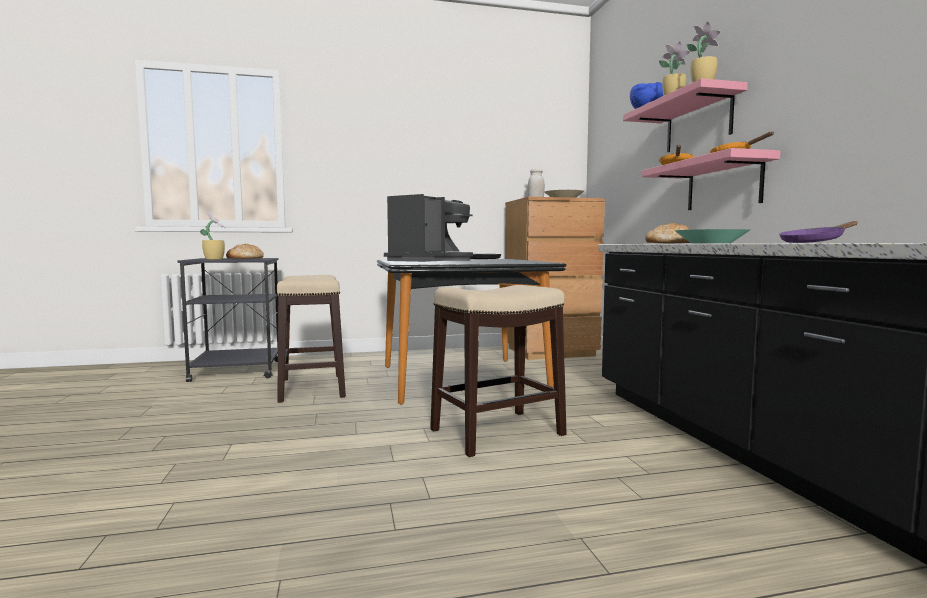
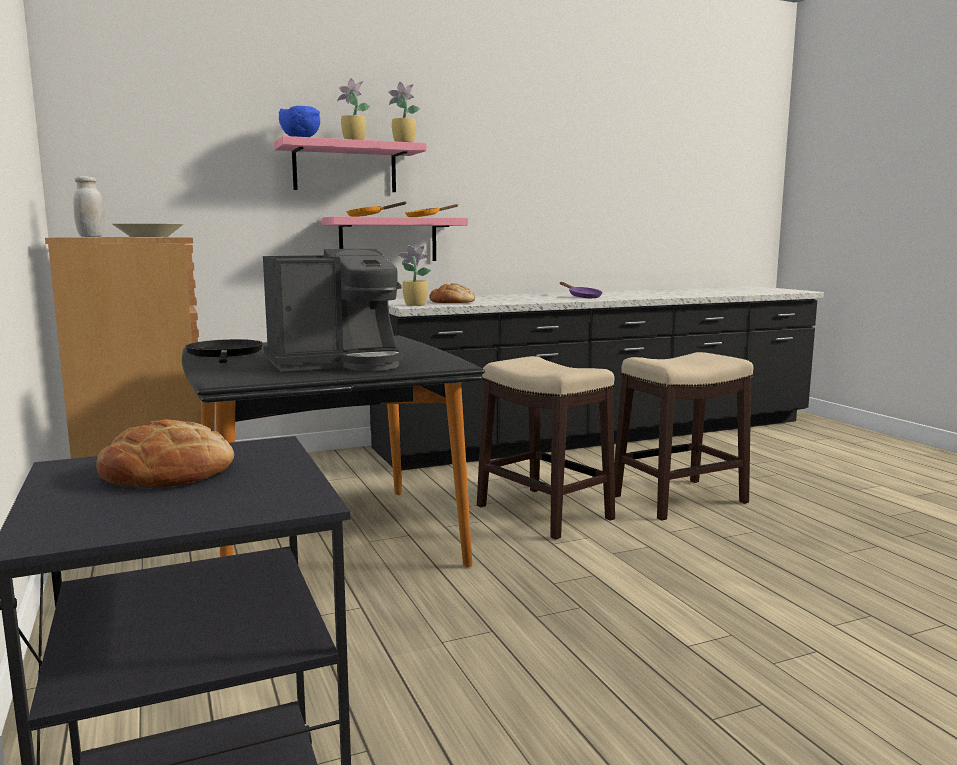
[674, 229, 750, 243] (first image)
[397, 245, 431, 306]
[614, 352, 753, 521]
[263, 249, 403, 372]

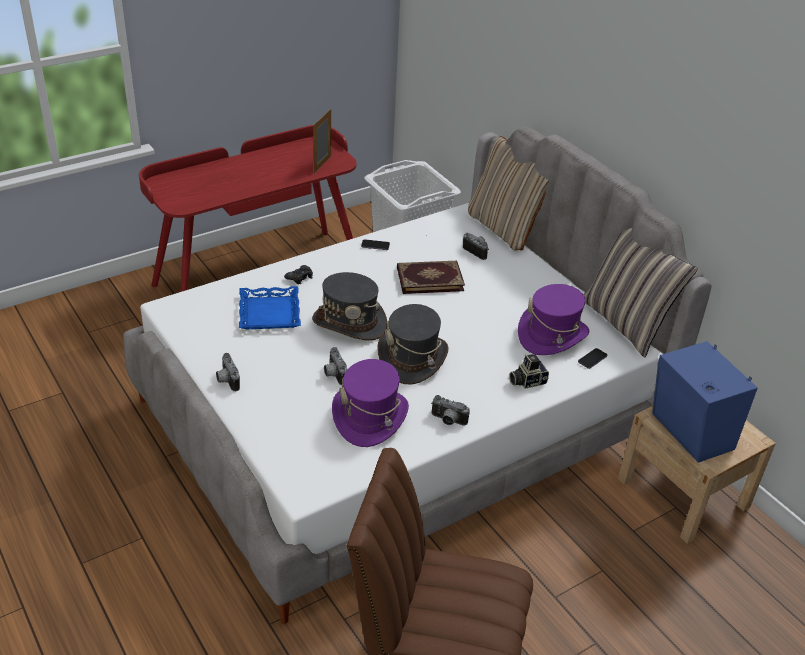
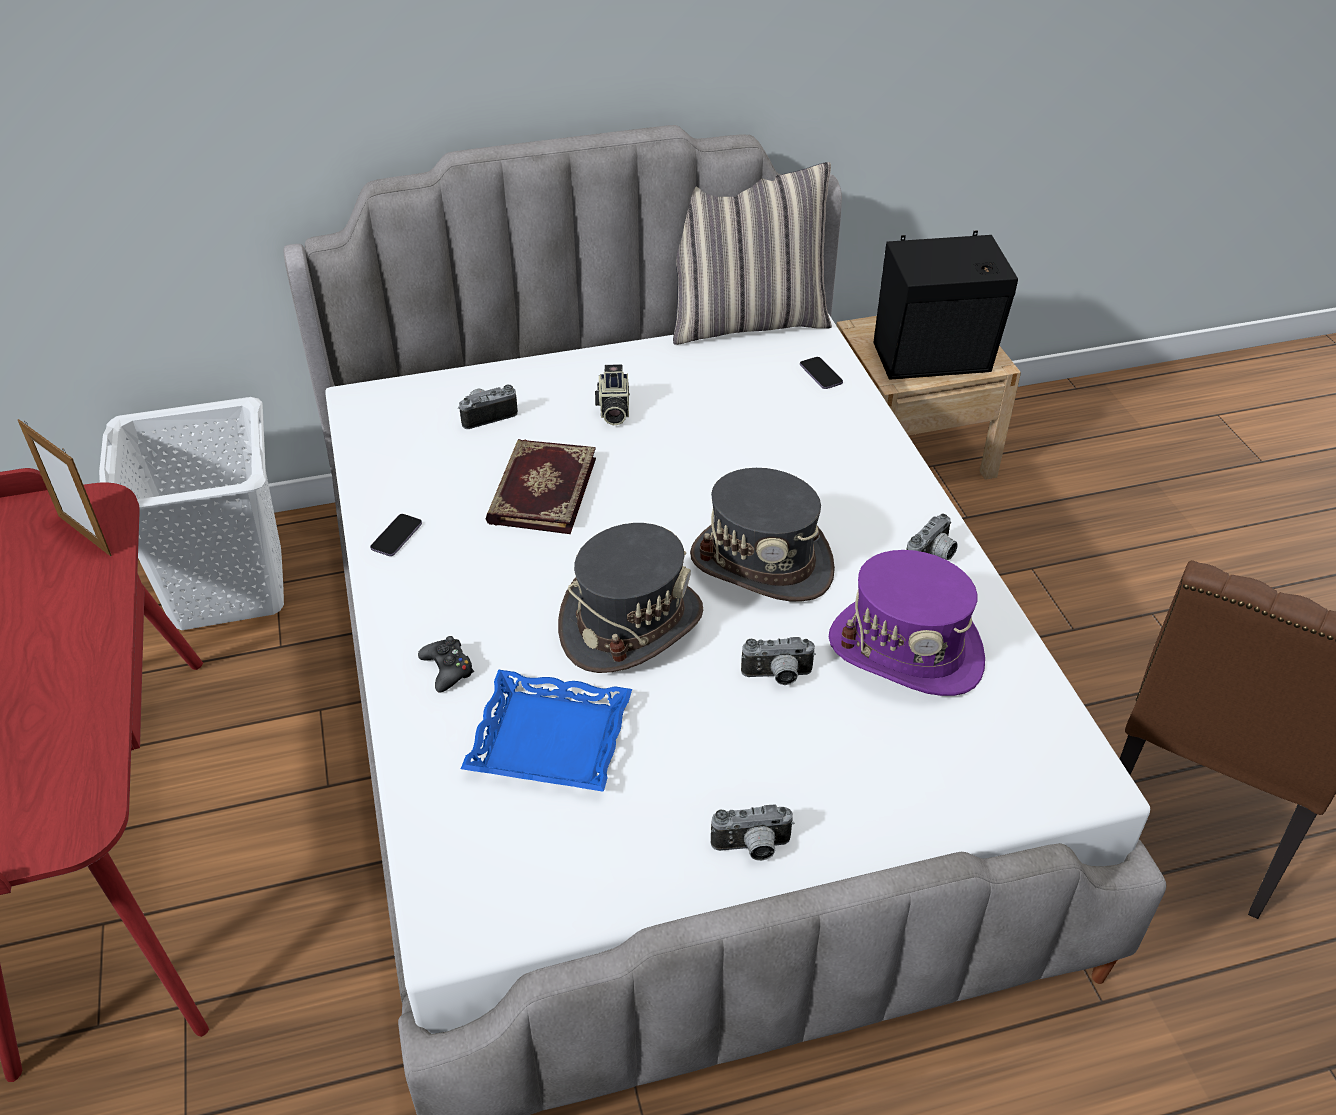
[468, 136, 550, 251] (first image)
[518, 284, 589, 355] (first image)
[595, 364, 630, 425]
[873, 230, 1018, 380]

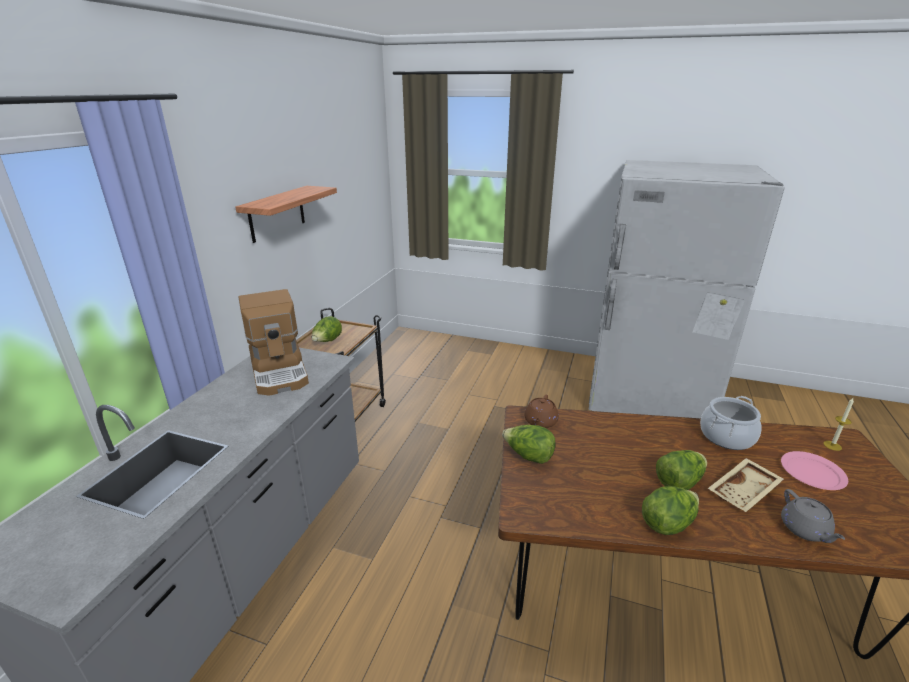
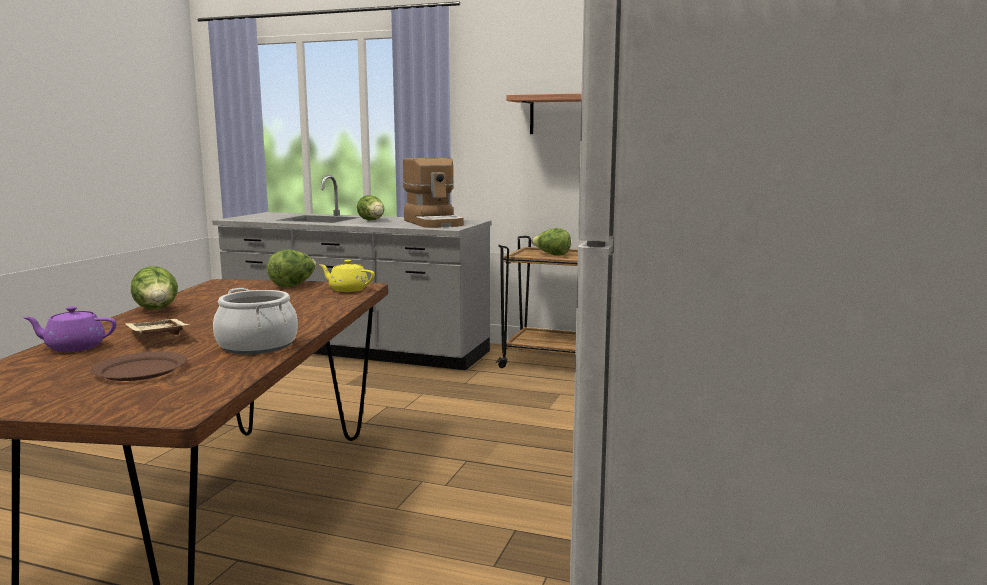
[824, 398, 854, 451] (first image)
[357, 195, 384, 221]
[320, 260, 375, 292]
[91, 352, 187, 381]
[22, 306, 117, 352]
[403, 158, 464, 228]

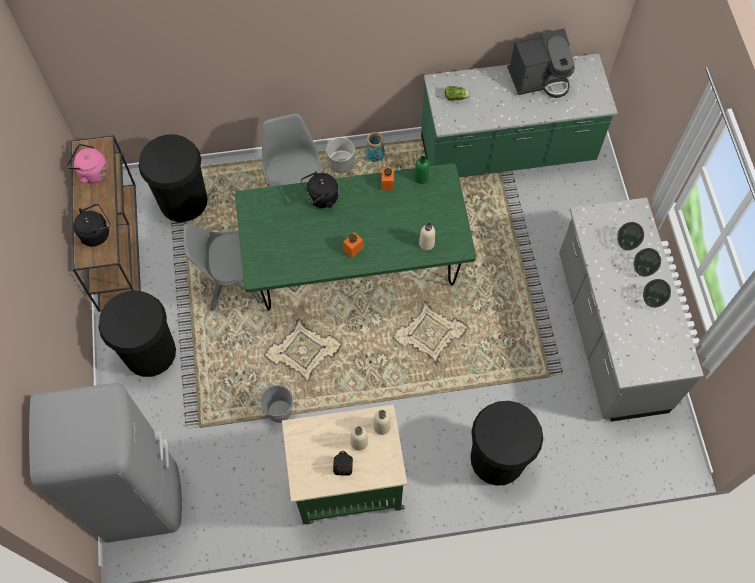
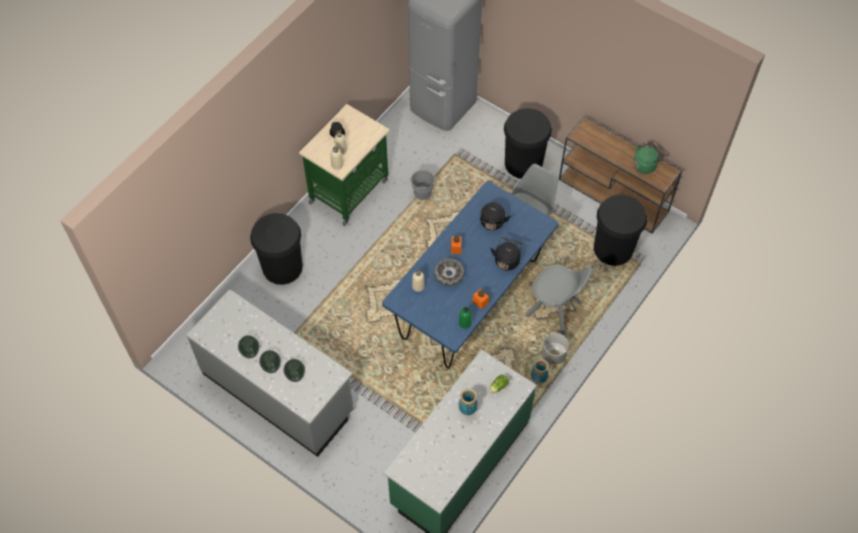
[507, 29, 575, 98] (first image)
[434, 258, 465, 286]
[459, 389, 478, 415]
[479, 202, 511, 230]
[633, 143, 664, 174]
[382, 181, 558, 369]

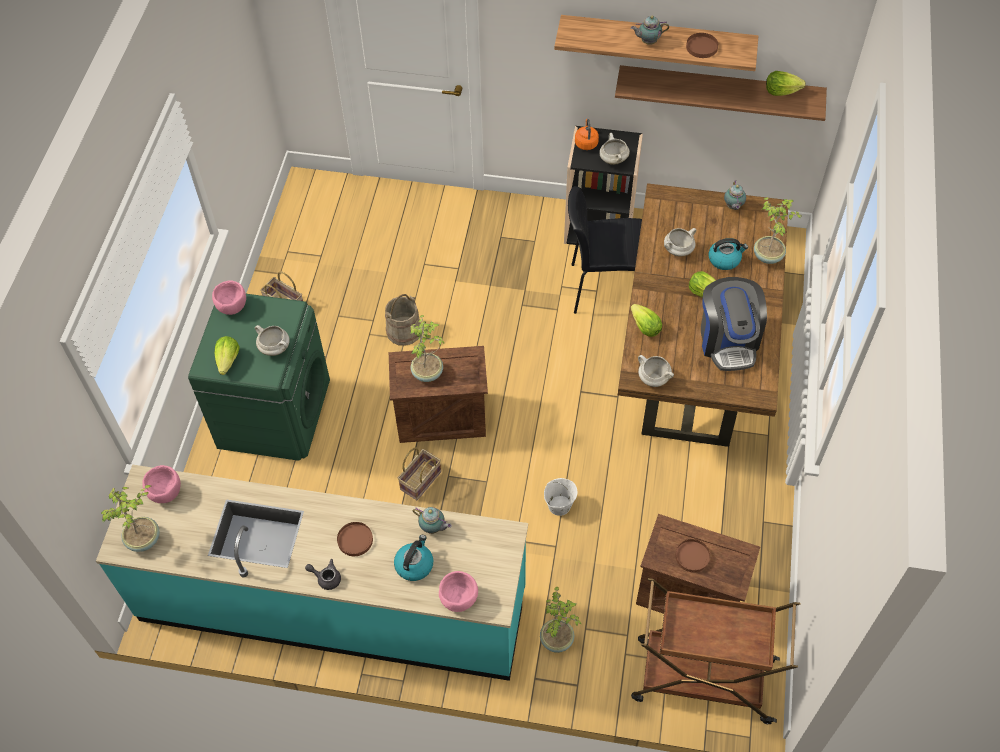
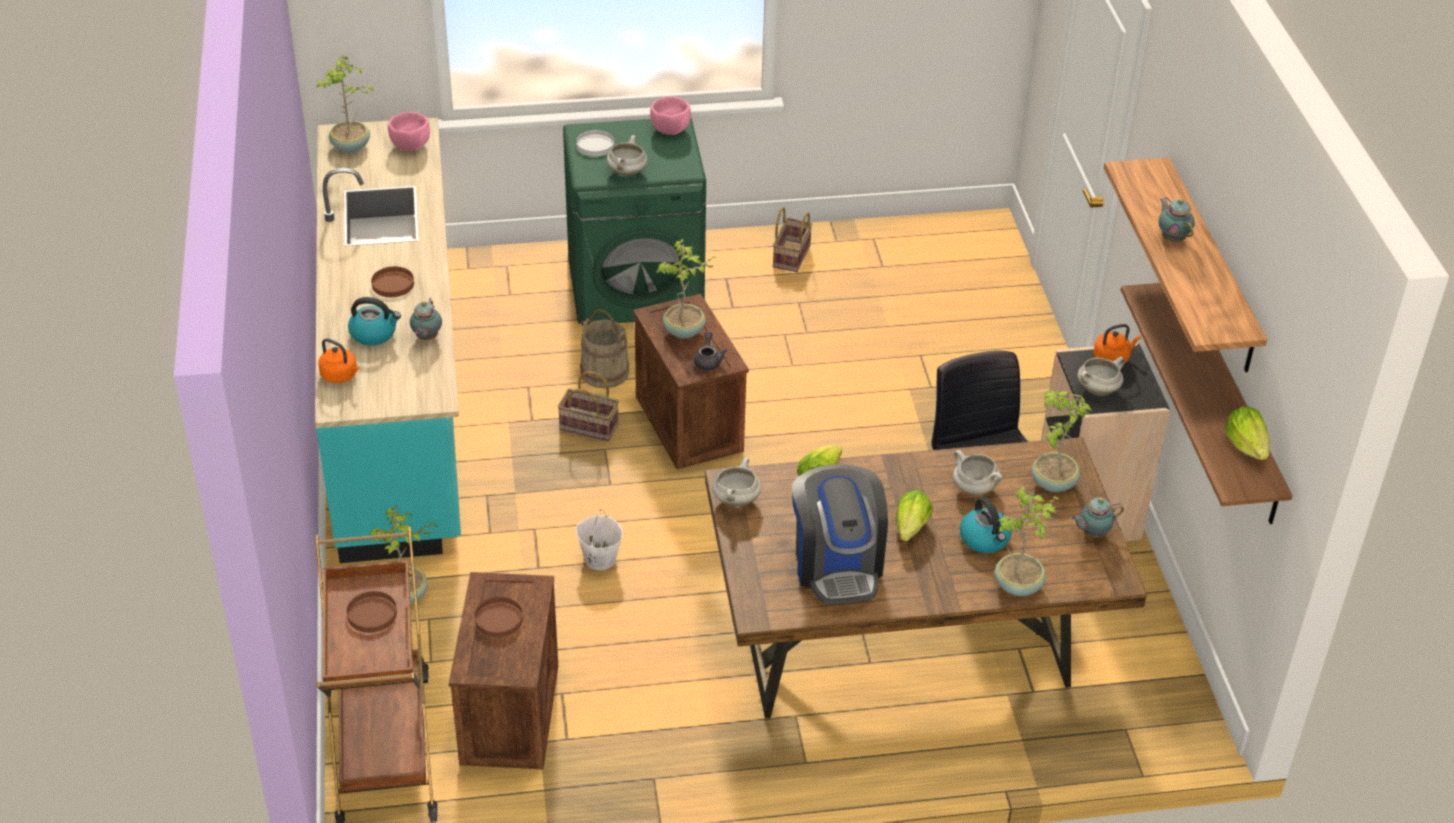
[1032, 390, 1093, 492]
[694, 331, 727, 370]
[580, 309, 630, 388]
[347, 591, 397, 633]
[576, 130, 614, 156]
[318, 338, 359, 383]
[792, 464, 888, 605]

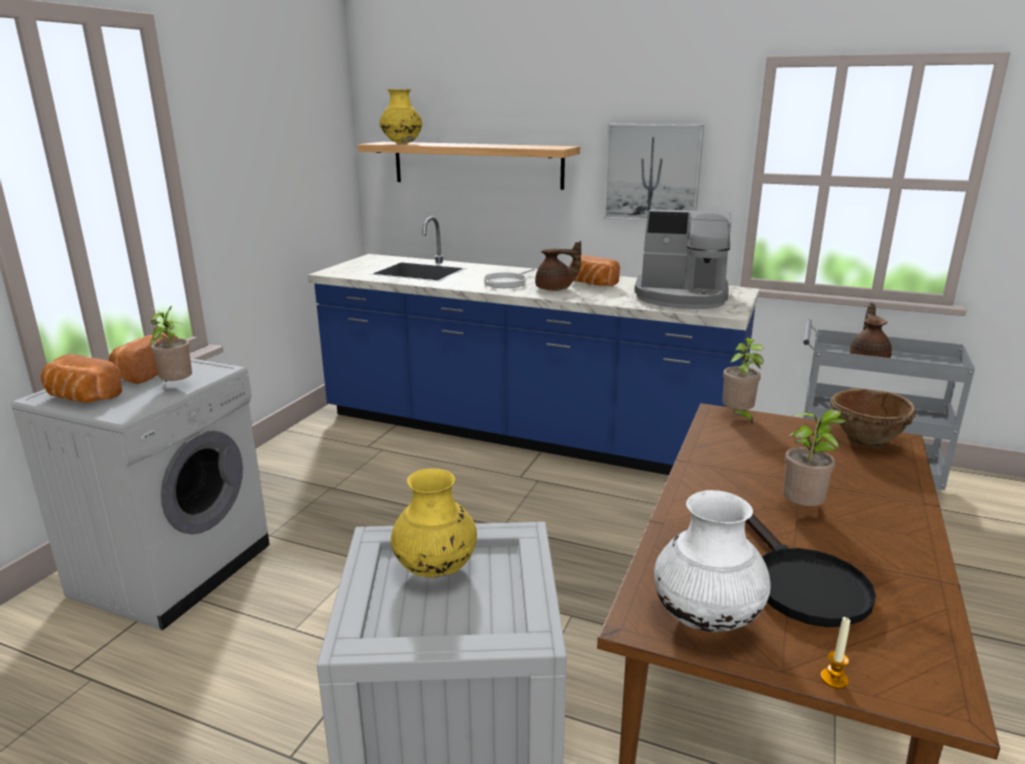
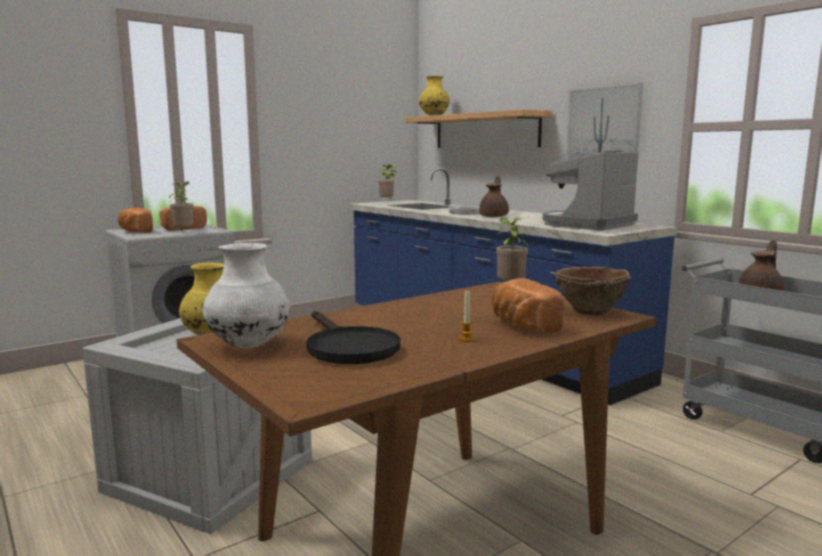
[492, 278, 564, 333]
[378, 164, 397, 199]
[458, 290, 475, 342]
[479, 176, 509, 217]
[543, 151, 639, 230]
[306, 311, 400, 364]

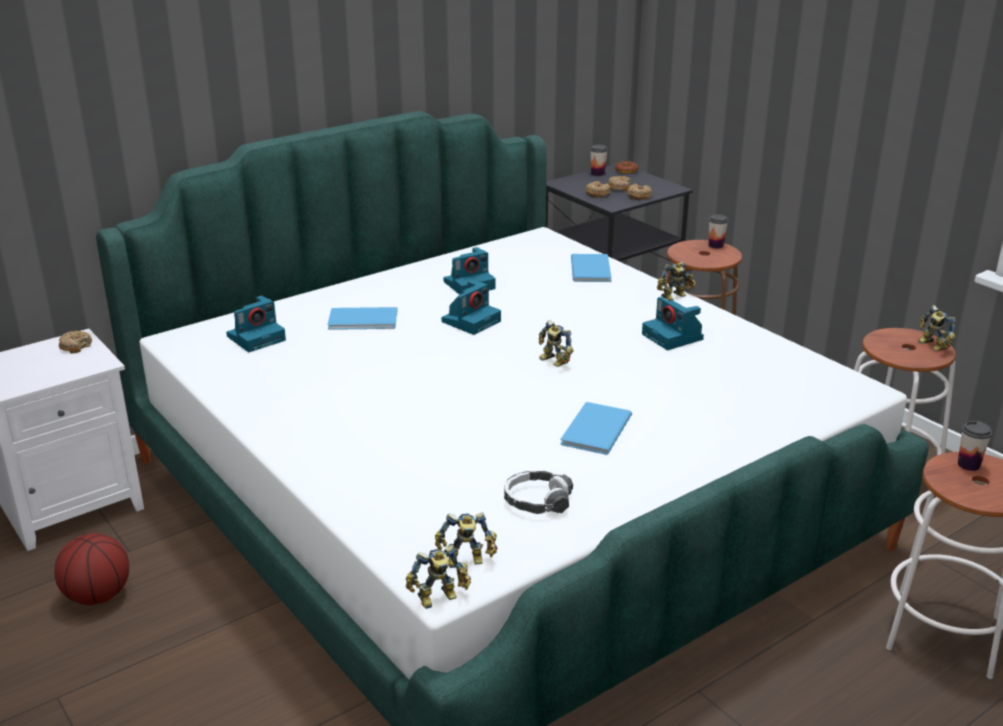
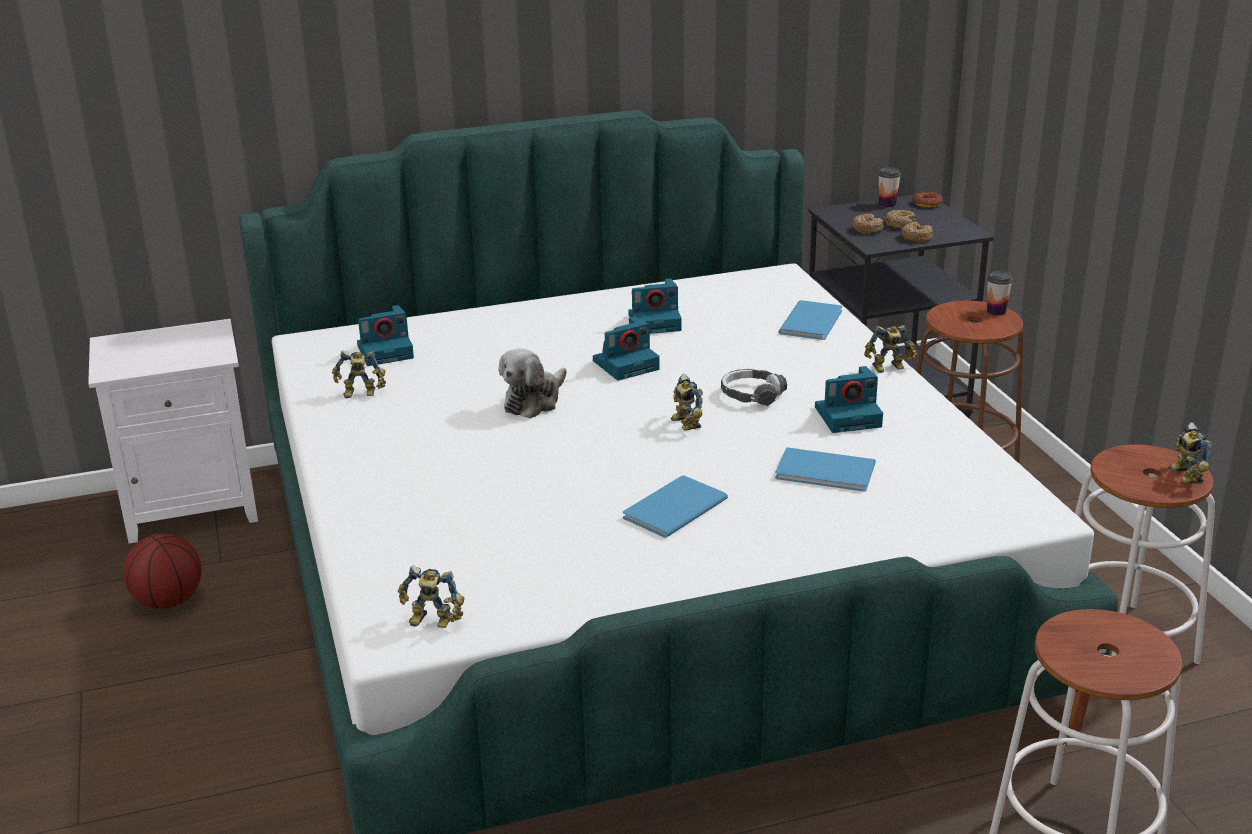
[59, 330, 92, 353] (first image)
[958, 421, 992, 471] (first image)
[498, 349, 567, 418]
[775, 447, 876, 492]
[332, 351, 386, 398]
[721, 369, 787, 406]
[815, 366, 883, 433]

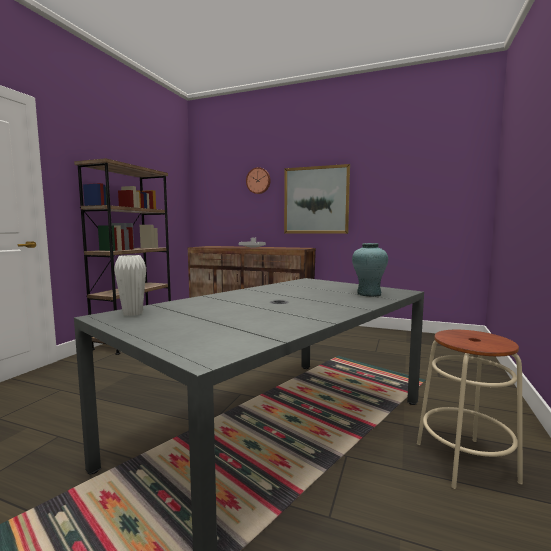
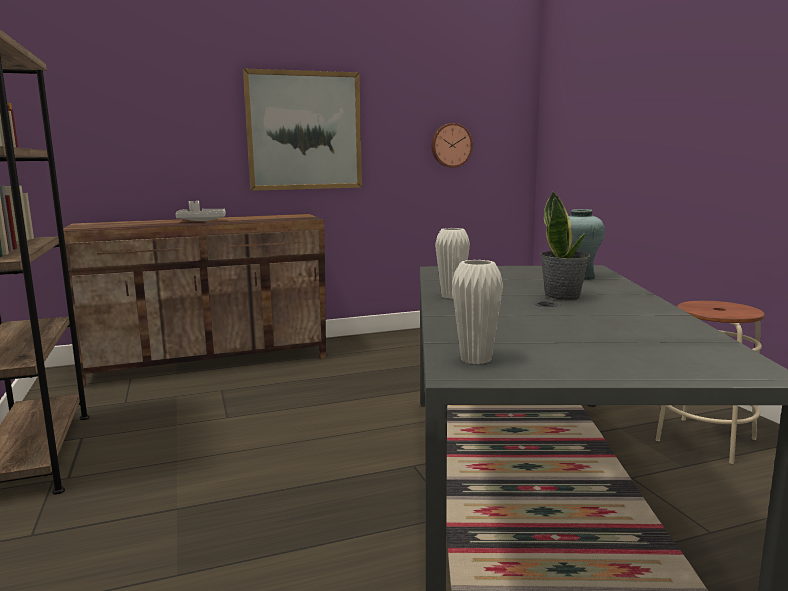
[435, 228, 470, 299]
[540, 191, 590, 300]
[431, 123, 473, 168]

